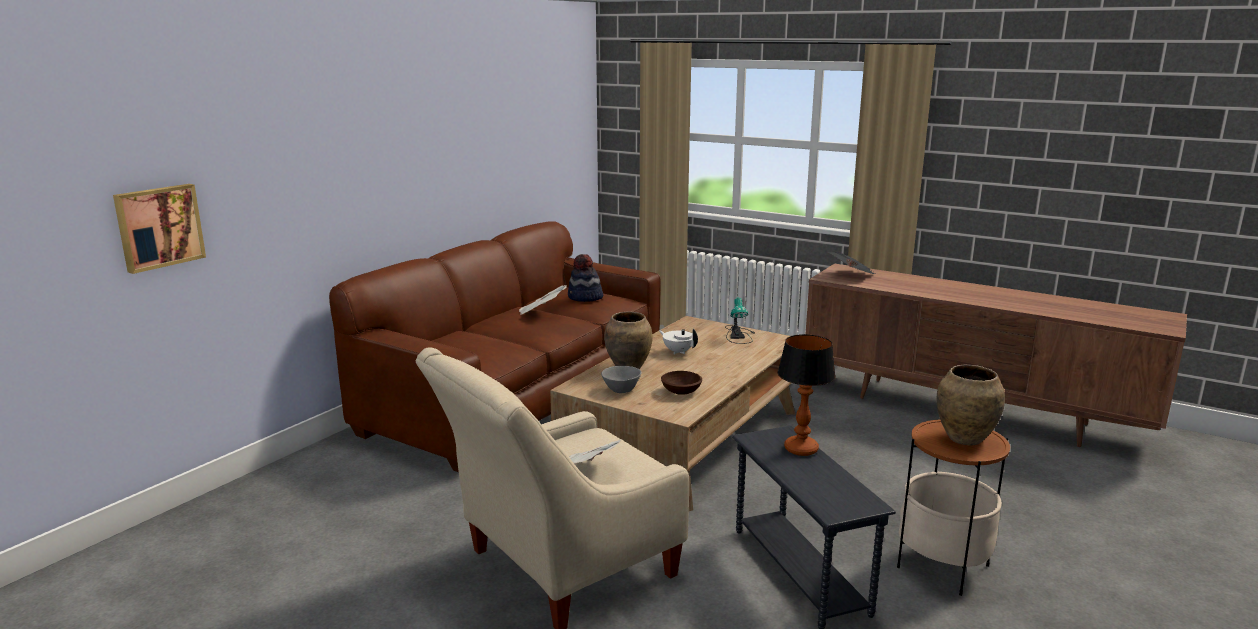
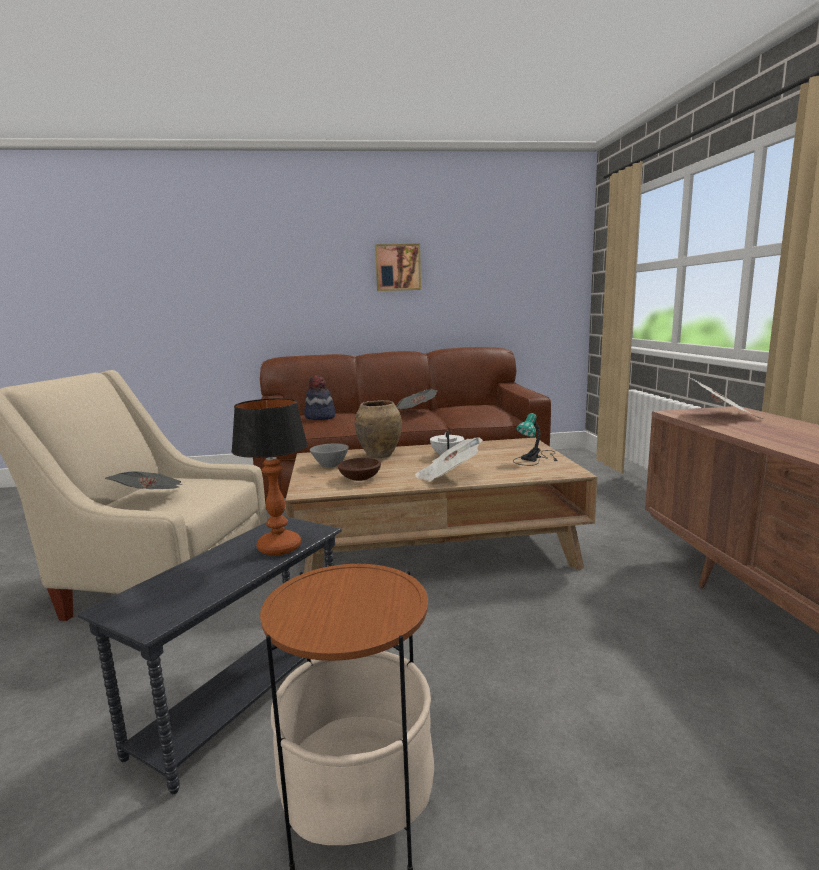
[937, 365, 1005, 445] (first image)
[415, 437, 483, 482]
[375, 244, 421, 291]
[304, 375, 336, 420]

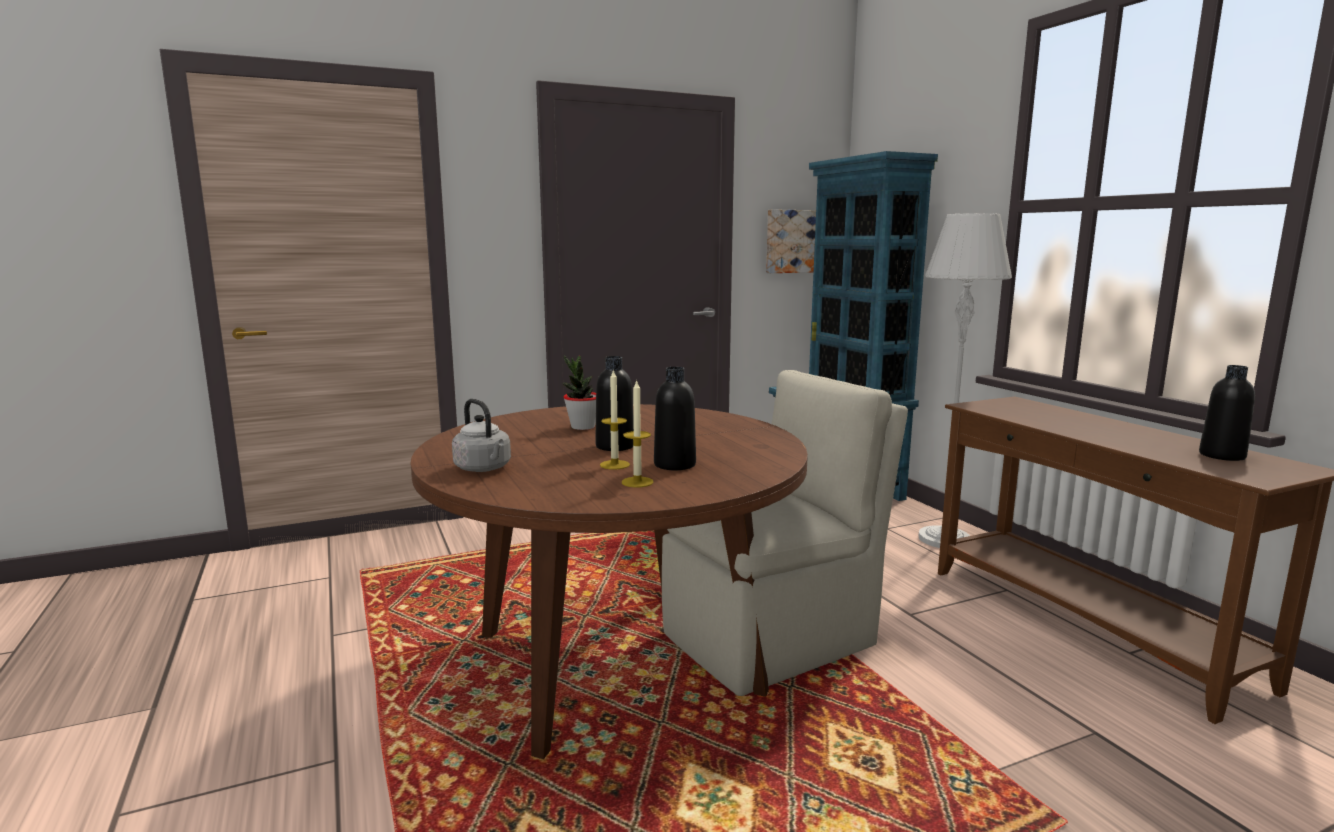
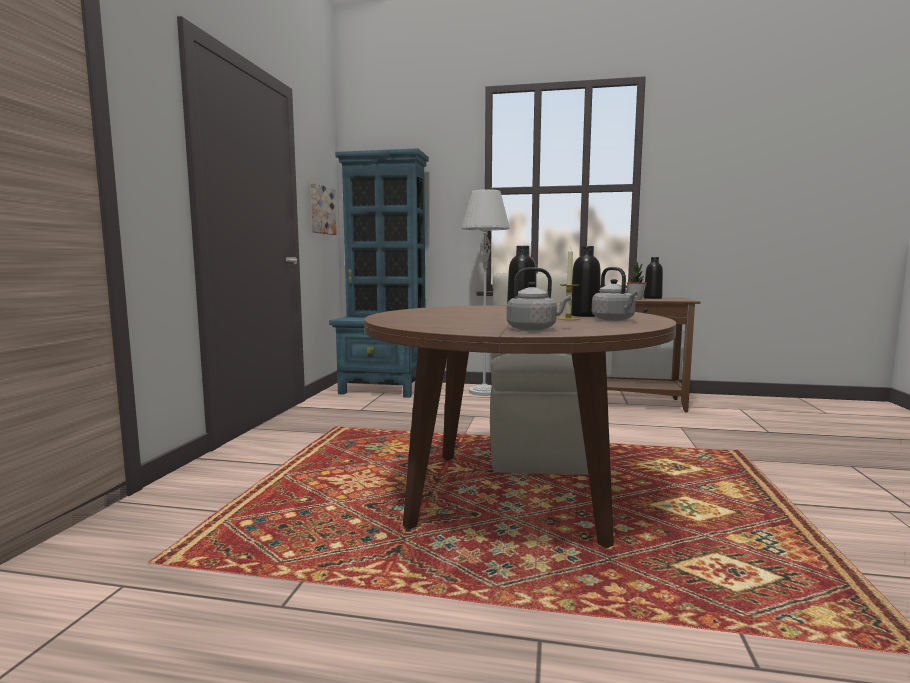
[627, 262, 647, 300]
[592, 267, 638, 321]

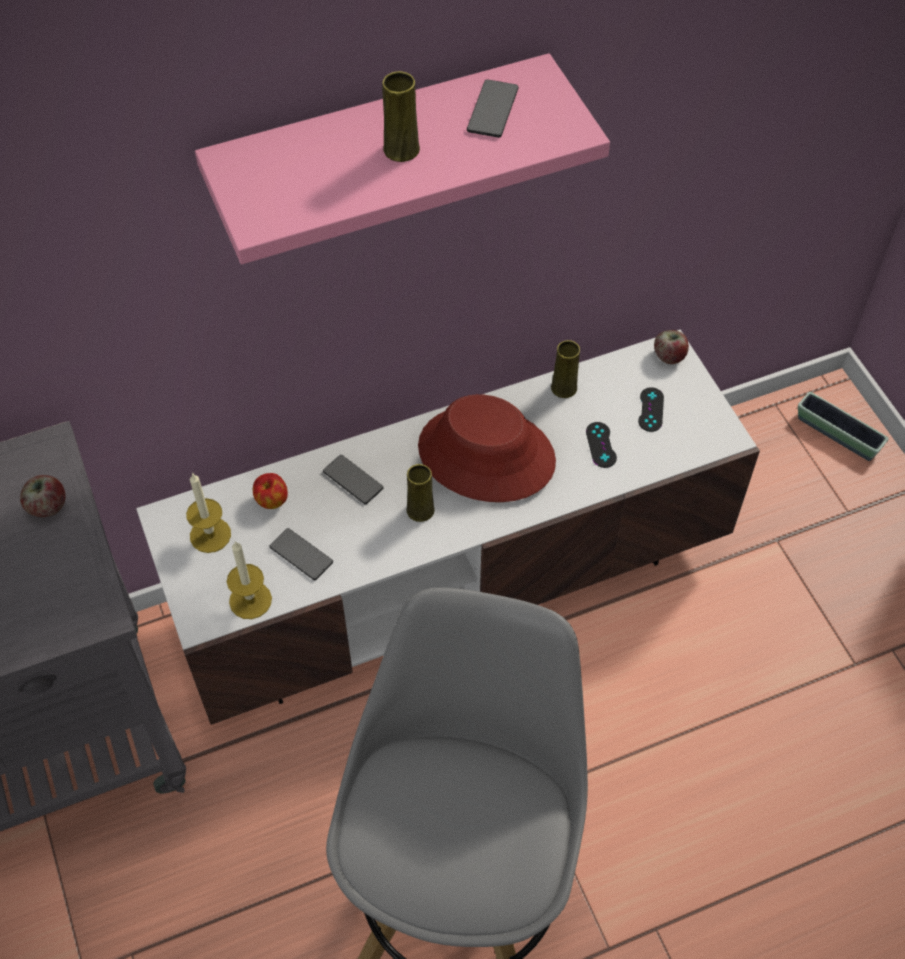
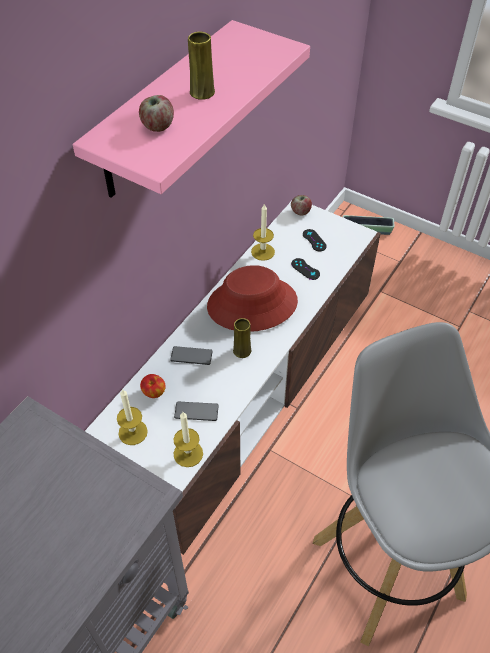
[467, 79, 518, 138] (first image)
[139, 95, 174, 132]
[251, 203, 275, 261]

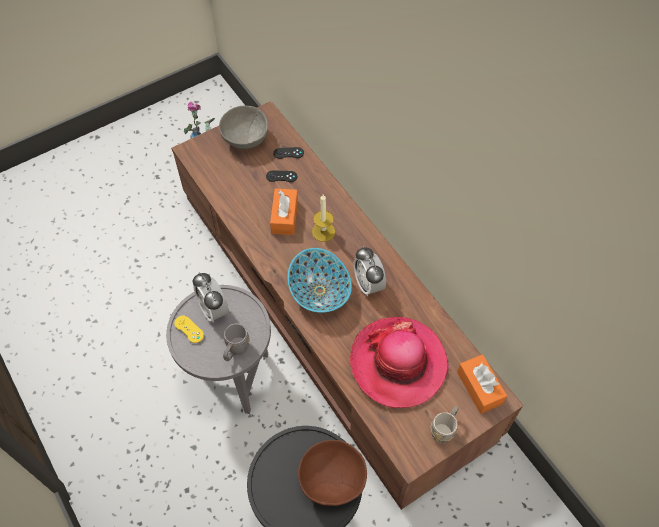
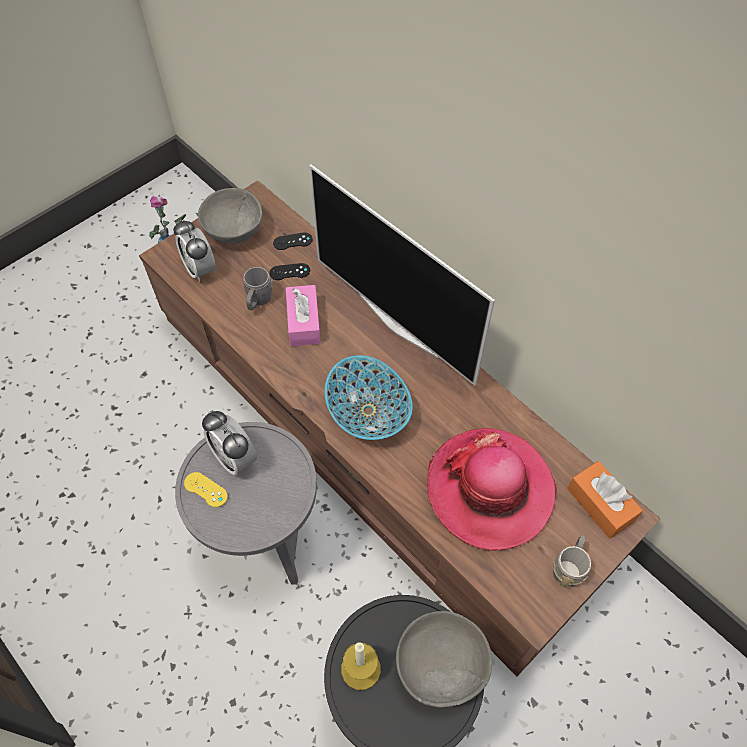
[309, 164, 495, 386]
[243, 267, 273, 311]
[341, 642, 381, 690]
[173, 219, 216, 282]
[286, 285, 321, 346]
[396, 611, 492, 708]

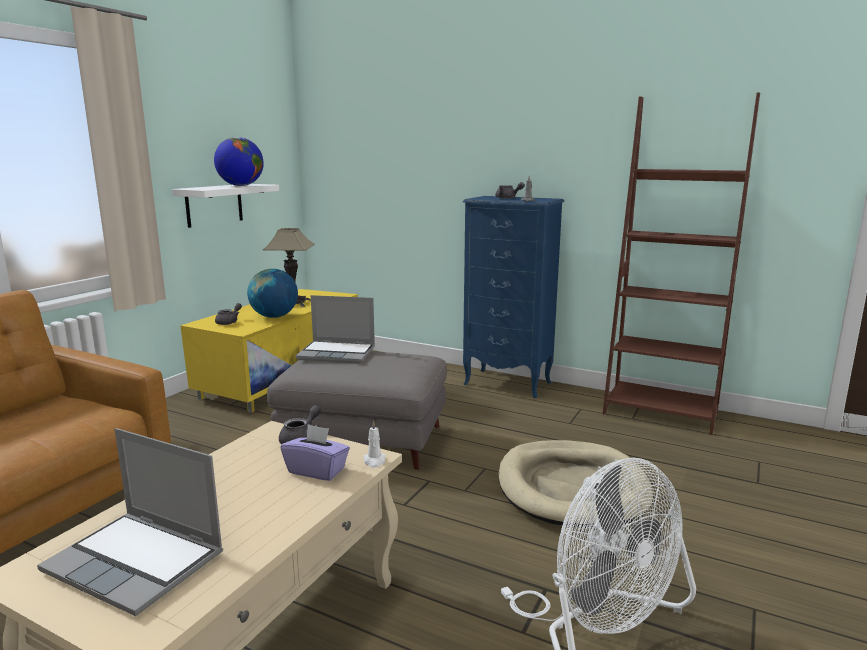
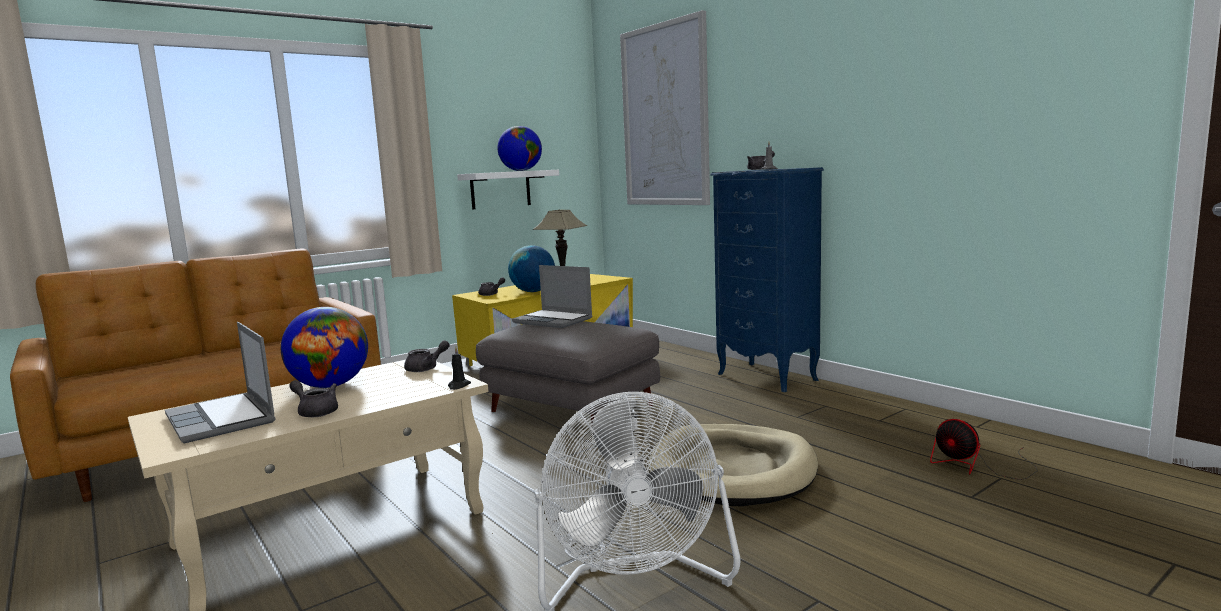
[281, 424, 350, 481] (first image)
[603, 92, 760, 435] (first image)
[281, 307, 368, 388]
[289, 380, 338, 417]
[620, 10, 710, 205]
[930, 419, 1038, 480]
[448, 346, 471, 390]

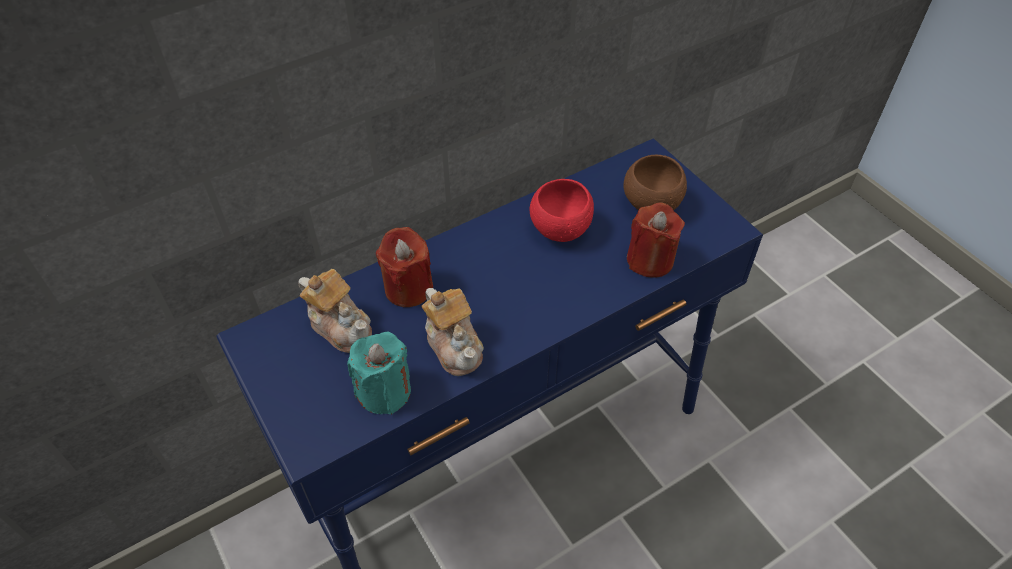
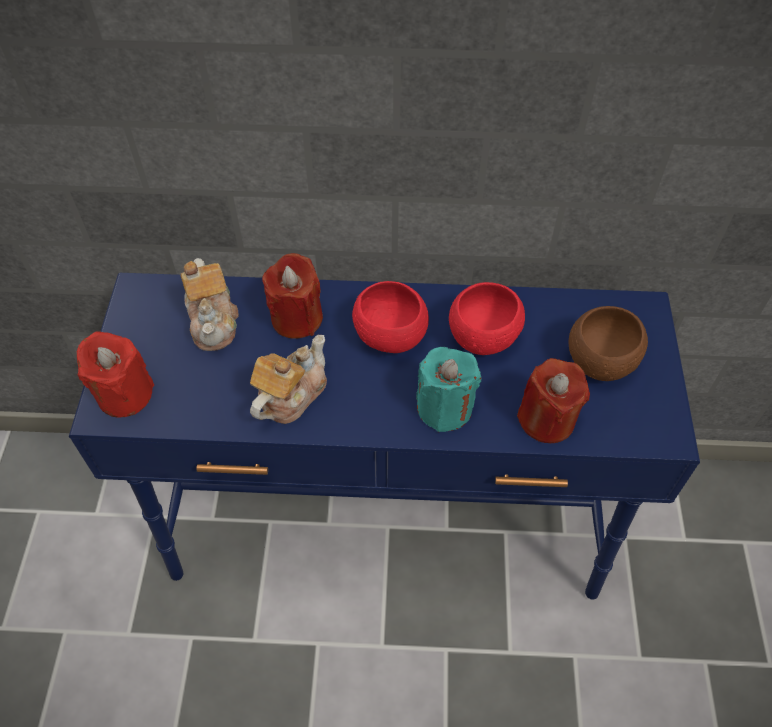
[77, 331, 154, 417]
[352, 281, 429, 353]
[416, 347, 481, 432]
[250, 335, 327, 424]

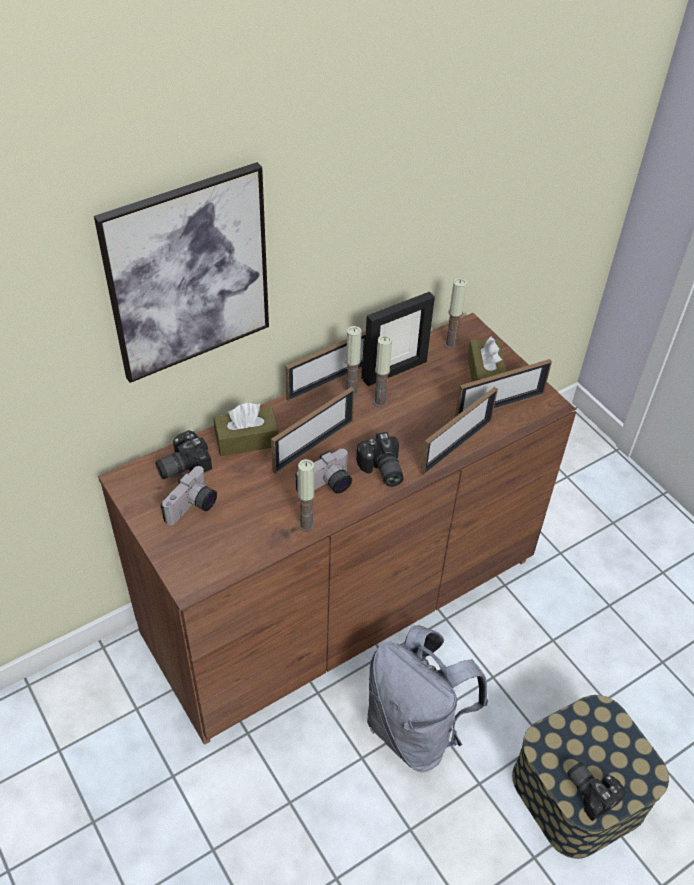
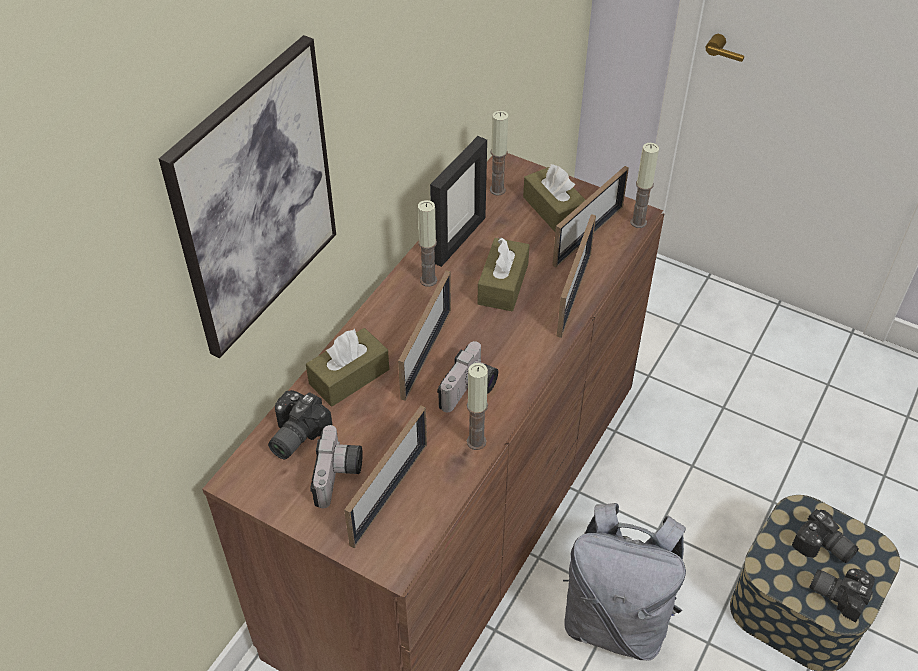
[477, 237, 529, 311]
[344, 406, 427, 548]
[792, 509, 859, 563]
[630, 143, 659, 228]

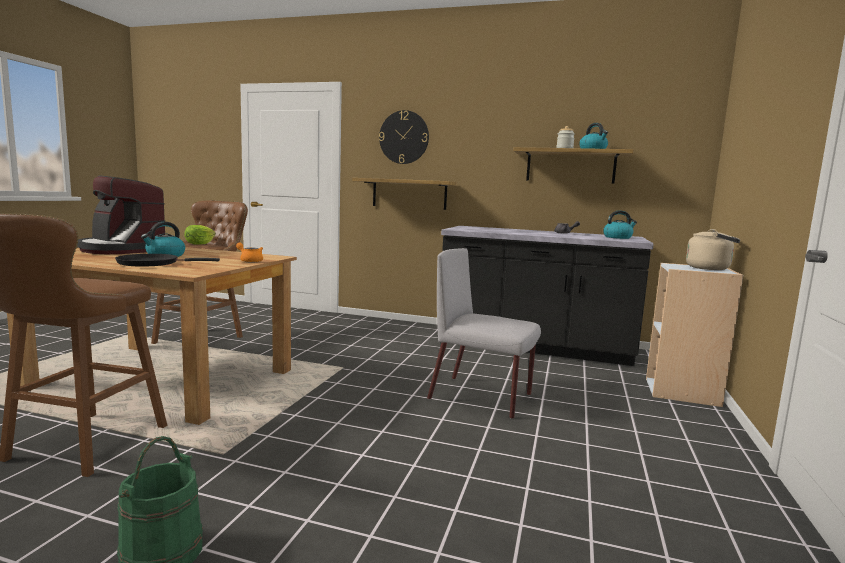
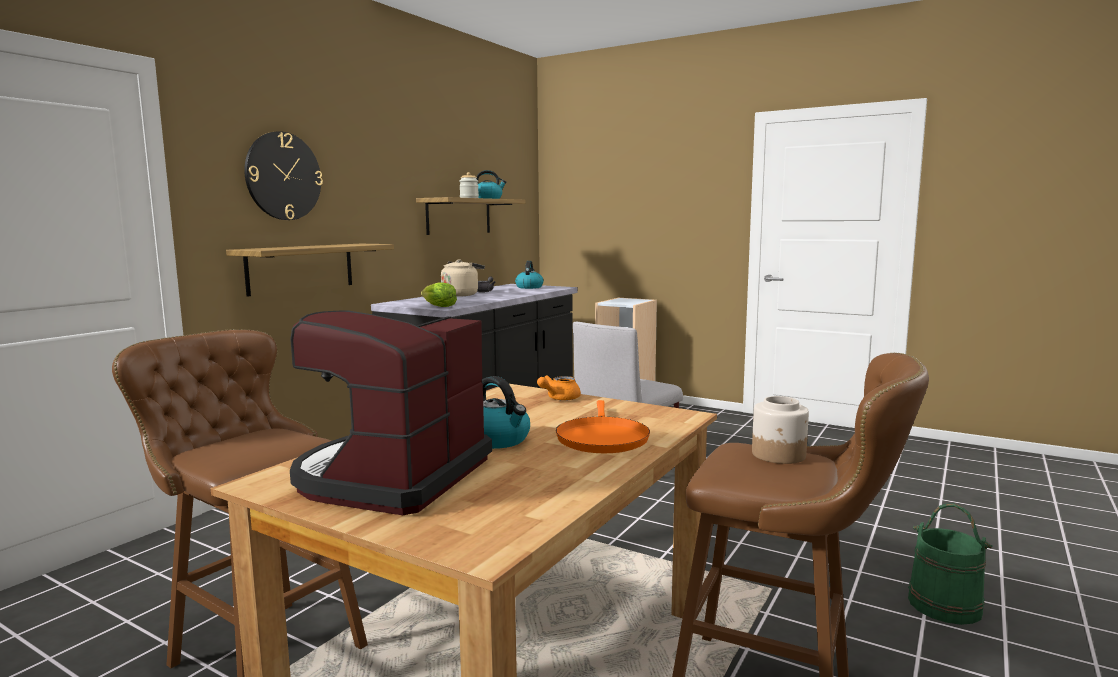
[752, 396, 809, 464]
[421, 283, 457, 307]
[441, 260, 485, 296]
[556, 400, 650, 453]
[290, 311, 492, 515]

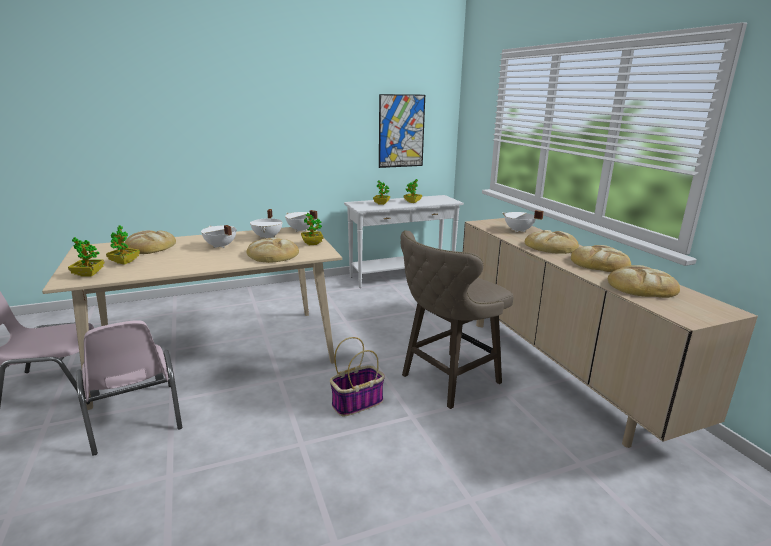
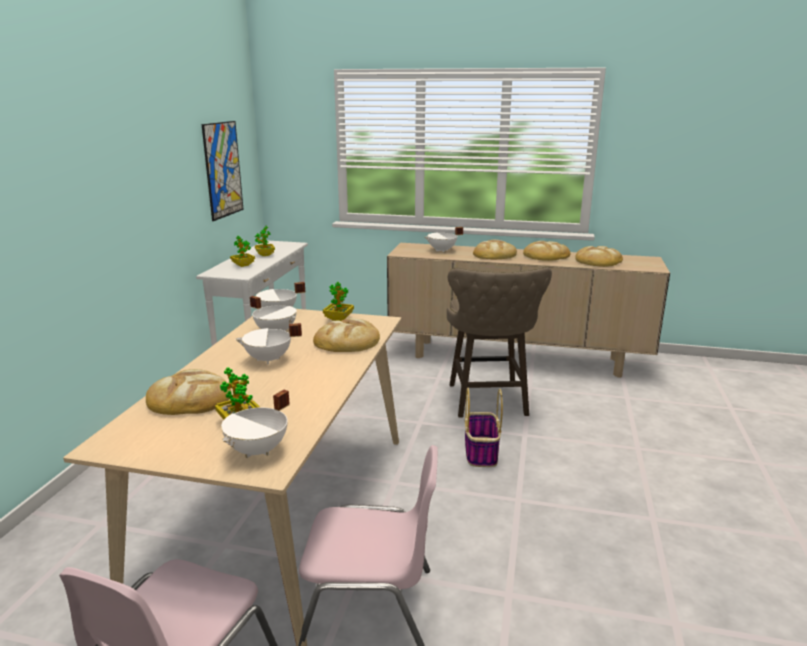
[221, 390, 290, 458]

